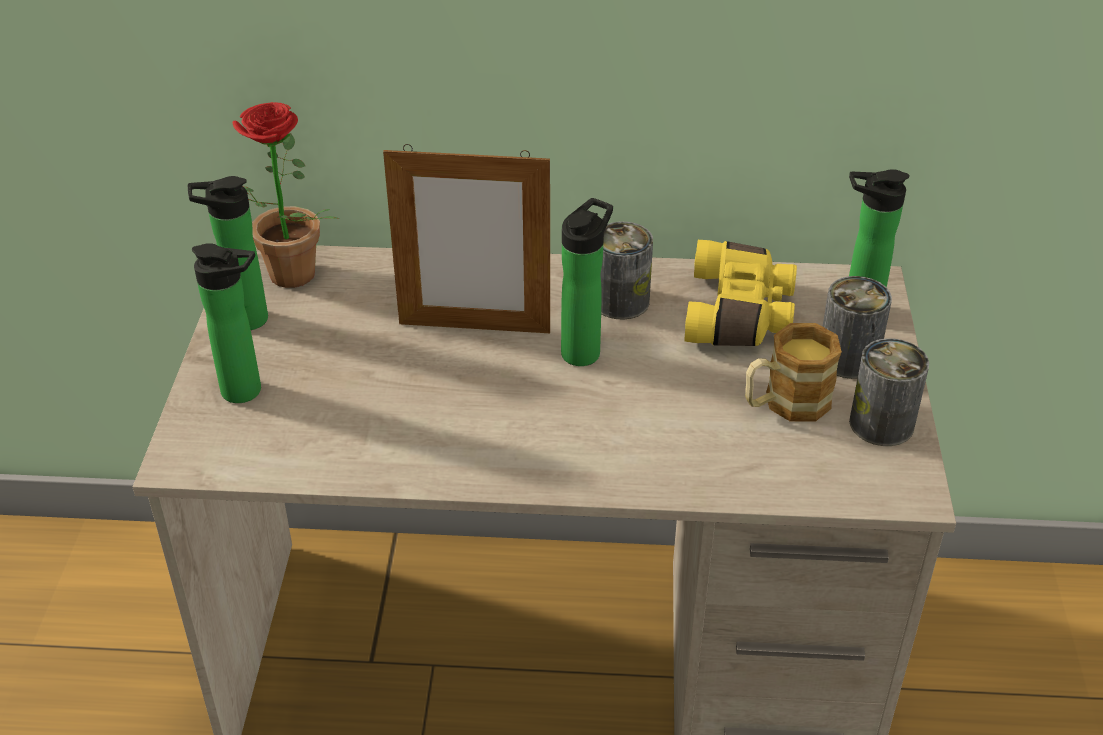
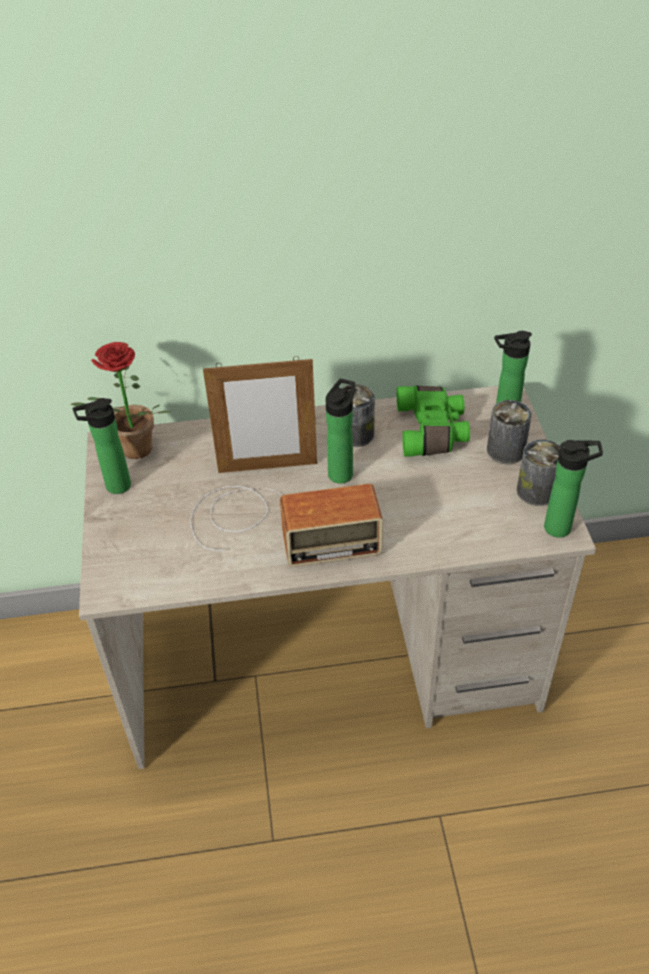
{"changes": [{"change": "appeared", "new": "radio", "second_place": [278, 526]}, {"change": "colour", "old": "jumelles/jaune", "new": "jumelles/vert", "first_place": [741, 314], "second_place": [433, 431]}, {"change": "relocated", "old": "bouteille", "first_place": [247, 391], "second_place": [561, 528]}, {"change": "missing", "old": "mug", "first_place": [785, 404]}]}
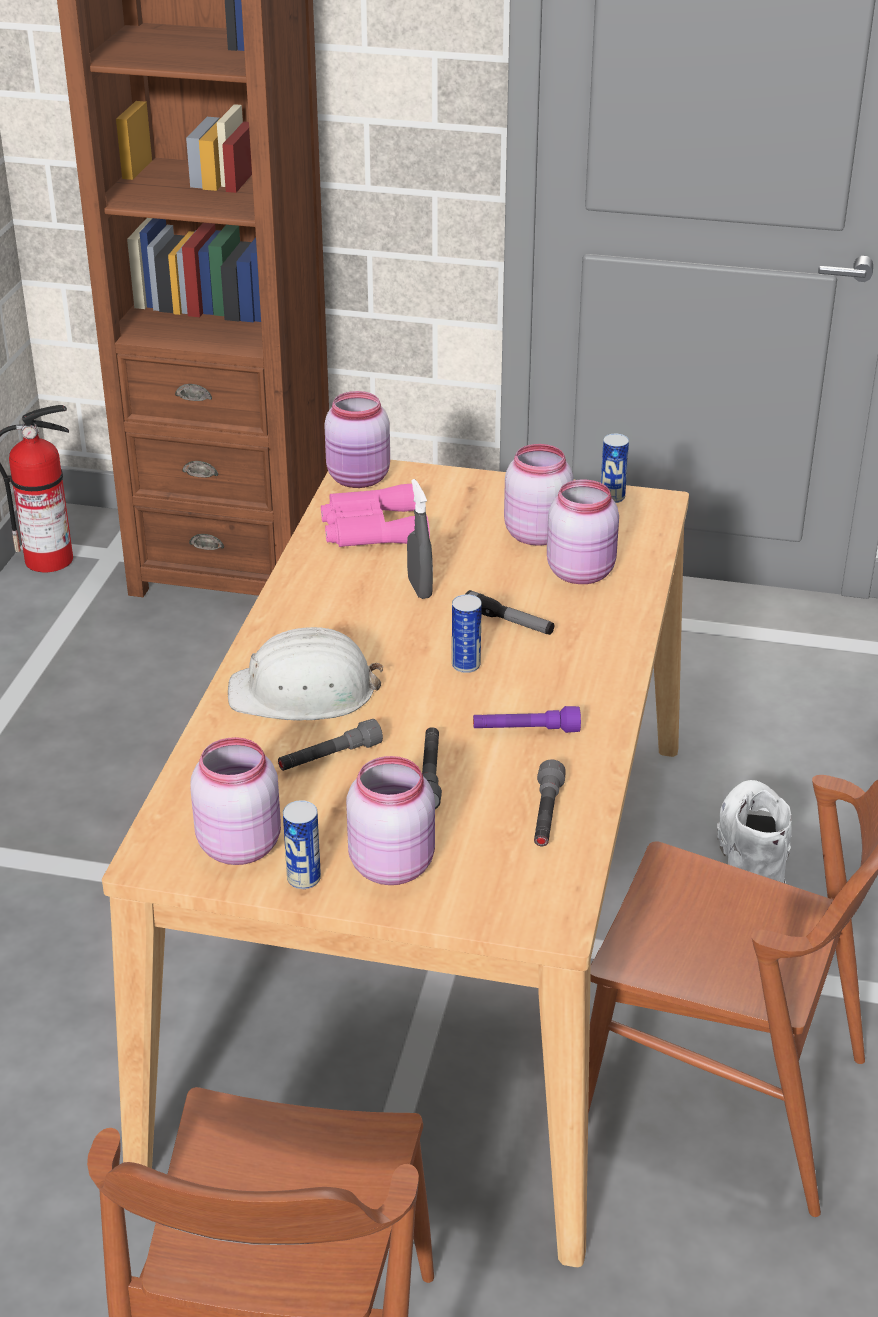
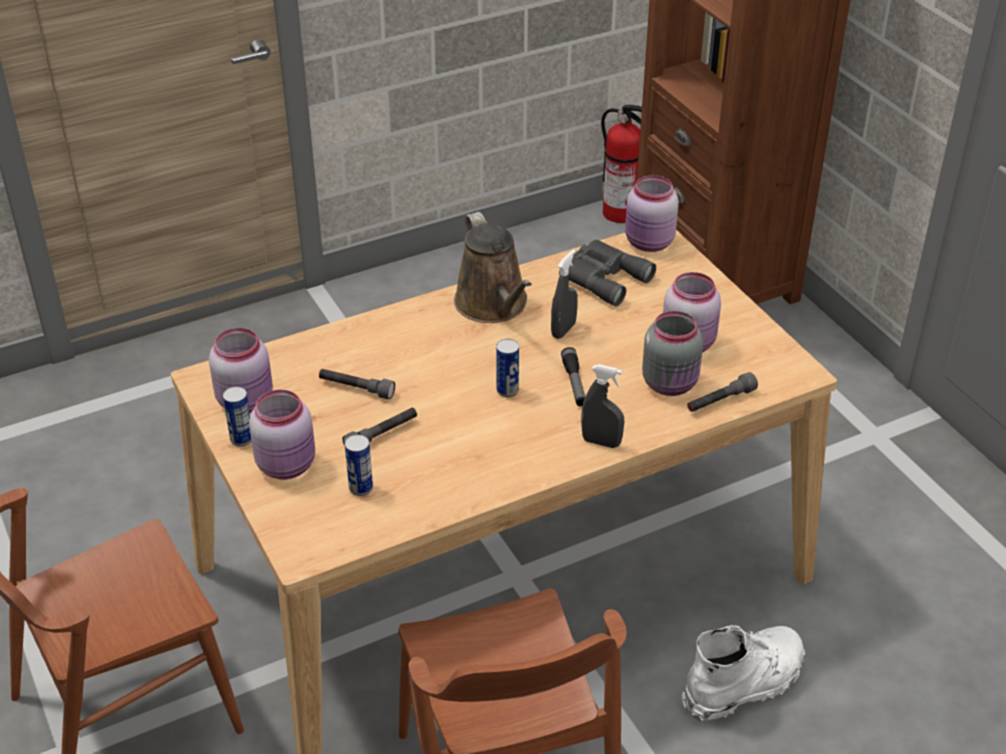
{"changes": [{"change": "relocated", "old": "boîte métallique", "first_place": [612, 497], "second_place": [361, 488]}, {"change": "appeared", "new": "arrosoir/marron", "second_place": [494, 305]}, {"change": "colour", "old": "jumelles/rose", "new": "jumelles/gris", "first_place": [371, 528], "second_place": [602, 277]}, {"change": "appeared", "new": "vaporisateur/gris", "second_place": [601, 442]}, {"change": "colour", "old": "bocal/rose", "new": "bocal/gris", "first_place": [582, 572], "second_place": [671, 384]}, {"change": "relocated", "old": "lampe de poche/gris", "first_place": [546, 815], "second_place": [720, 401]}, {"change": "missing", "old": "casque de chantier/blanc", "first_place": [304, 692]}, {"change": "missing", "old": "lampe de poche/violet", "first_place": [526, 731]}]}
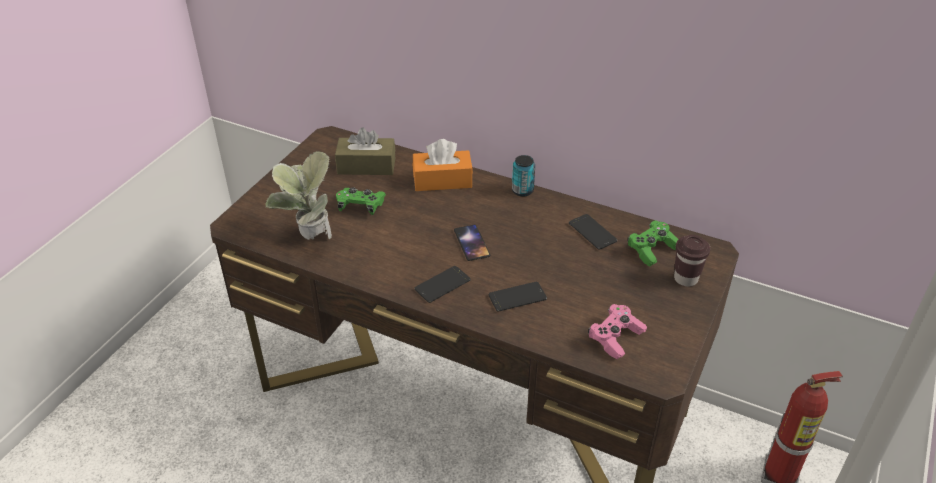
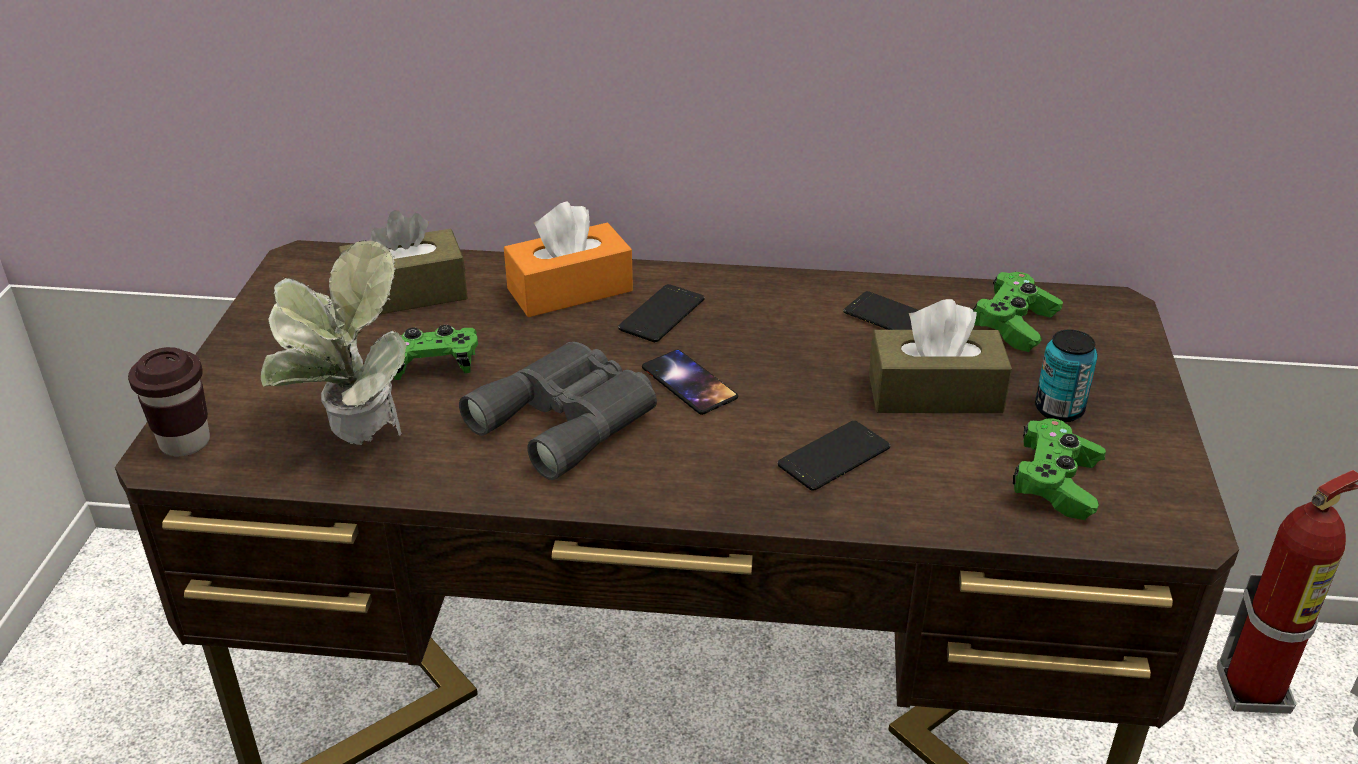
{"changes": [{"change": "relocated", "old": "tasse/marron", "first_place": [685, 279], "second_place": [185, 442]}, {"change": "appeared", "new": "jumelles/gris", "second_place": [570, 417]}, {"change": "relocated", "old": "téléphone", "first_place": [442, 285], "second_place": [662, 314]}, {"change": "appeared", "new": "boîte à mouchoirs/marron", "second_place": [934, 393]}, {"change": "colour", "old": "manette/rose", "new": "manette/vert", "first_place": [615, 337], "second_place": [1055, 483]}, {"change": "relocated", "old": "boîte métallique", "first_place": [522, 191], "second_place": [1059, 410]}]}
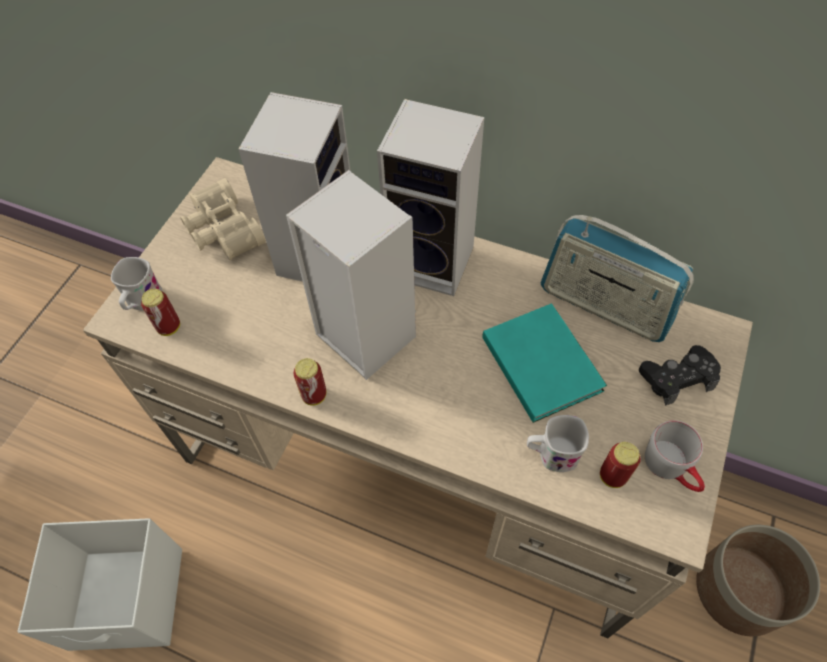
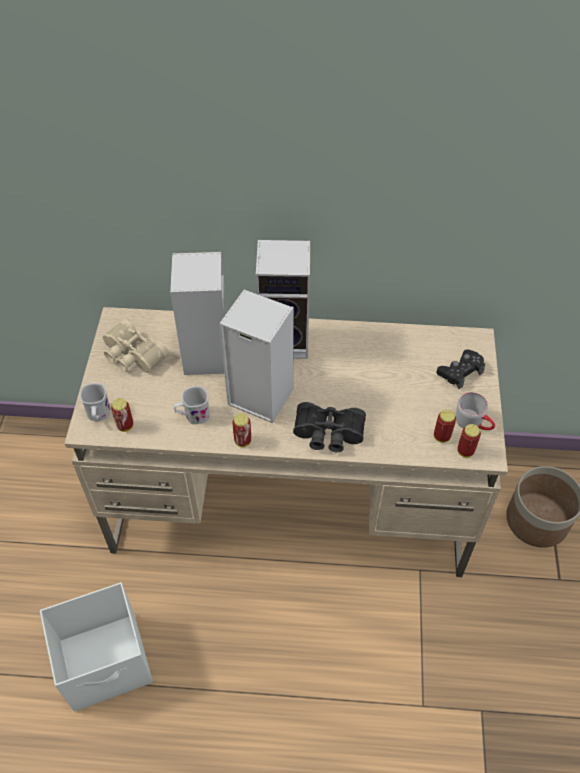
{"changes": [{"change": "relocated", "old": "mug/blanc", "first_place": [551, 454], "second_place": [193, 415]}, {"change": "appeared", "new": "jumelles/noir", "second_place": [328, 435]}, {"change": "appeared", "new": "boîte métallique", "second_place": [465, 451]}, {"change": "missing", "old": "livre/turquoise", "first_place": [541, 361]}, {"change": "missing", "old": "radio", "first_place": [604, 306]}]}
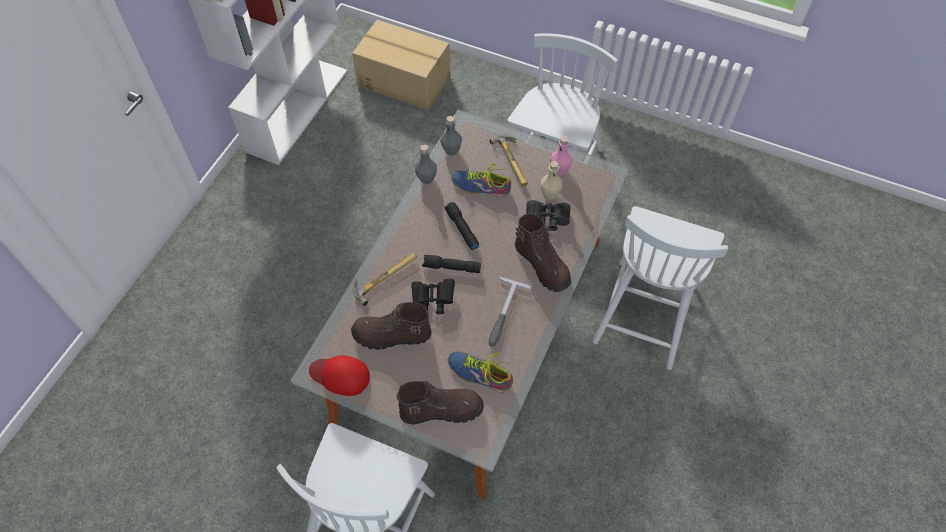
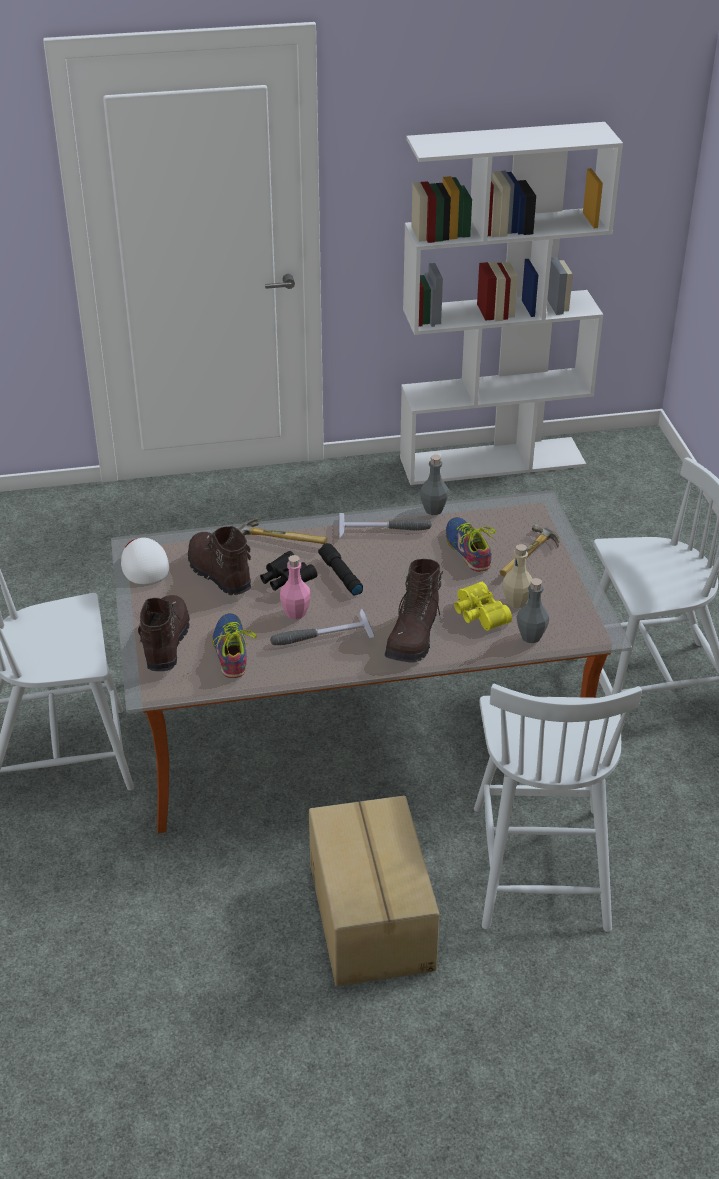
{"changes": [{"change": "colour", "old": "casquette/rouge", "new": "casquette/blanc", "first_place": [340, 375], "second_place": [144, 563]}, {"change": "spun", "old": "botte/marron", "first_place": [441, 409], "second_place": [165, 643], "degrees": -135}, {"change": "relocated", "old": "bouteille/rose", "first_place": [559, 170], "second_place": [295, 613]}, {"change": "relocated", "old": "carton", "first_place": [404, 80], "second_place": [373, 915]}, {"change": "appeared", "new": "marteau", "second_place": [384, 529]}, {"change": "colour", "old": "jumelles/noir", "new": "jumelles/jaune", "first_place": [547, 220], "second_place": [478, 615]}, {"change": "spun", "old": "chaise/blanc", "first_place": [645, 311], "second_place": [540, 863], "degrees": -75}, {"change": "relocated", "old": "bouteille/gris", "first_place": [451, 150], "second_place": [531, 637]}, {"change": "missing", "old": "lampe de poche/noir", "first_place": [461, 229]}]}
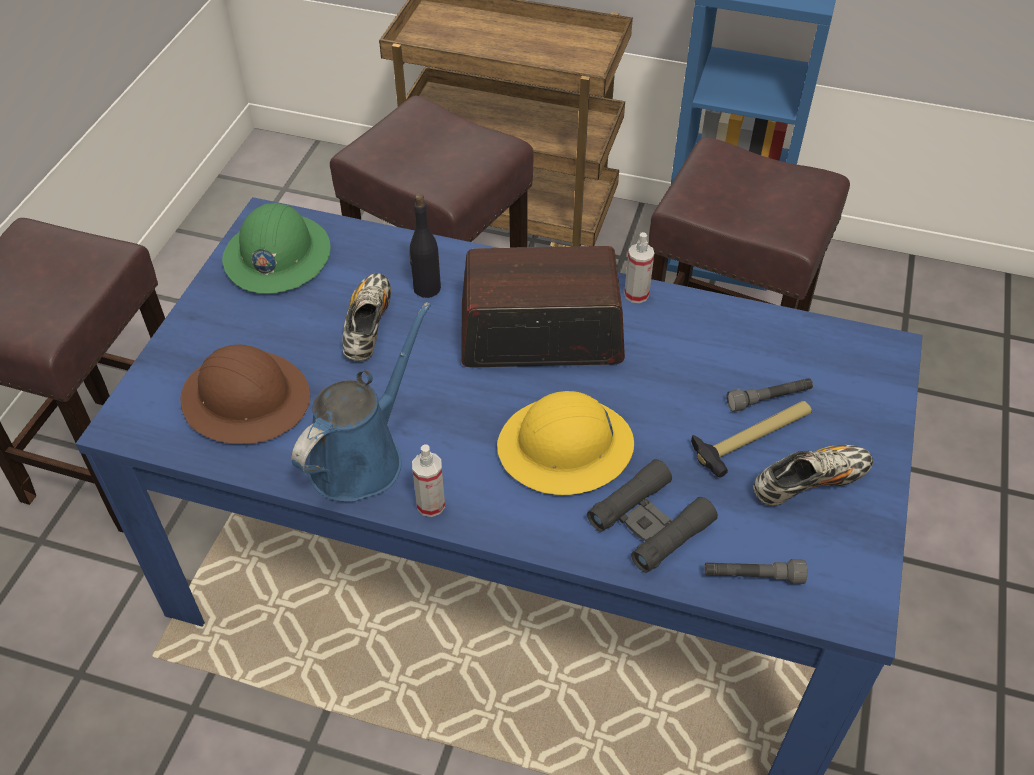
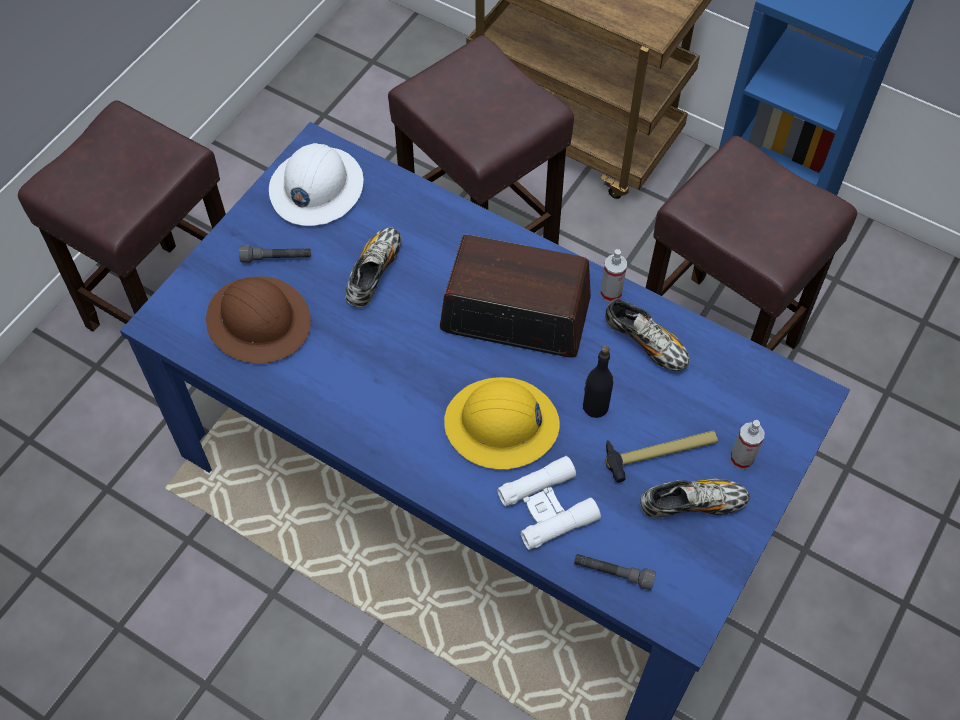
{"changes": [{"change": "relocated", "old": "lampe de poche/gris", "first_place": [769, 399], "second_place": [276, 258]}, {"change": "colour", "old": "casque de chantier/vert", "new": "casque de chantier/blanc", "first_place": [277, 256], "second_place": [316, 188]}, {"change": "colour", "old": "jumelles/noir", "new": "jumelles/blanc", "first_place": [650, 523], "second_place": [547, 507]}, {"change": "relocated", "old": "bouteille/noir", "first_place": [426, 288], "second_place": [595, 406]}, {"change": "appeared", "new": "chaussure", "second_place": [645, 343]}, {"change": "relocated", "old": "vaporisateur", "first_place": [431, 504], "second_place": [741, 458]}, {"change": "missing", "old": "arrosoir/bleu", "first_place": [362, 457]}]}
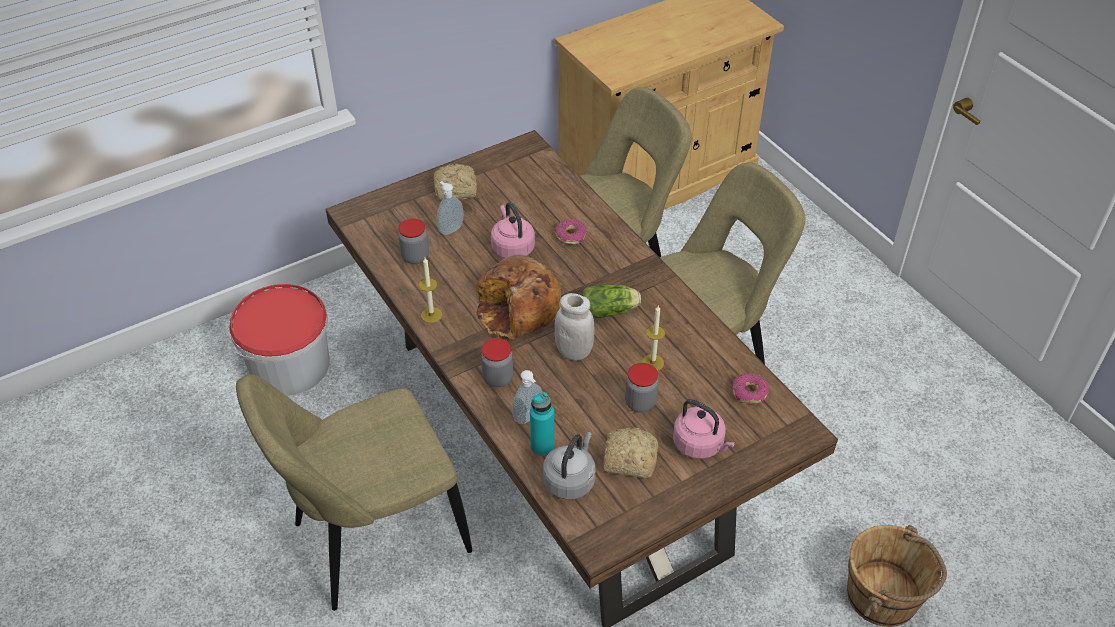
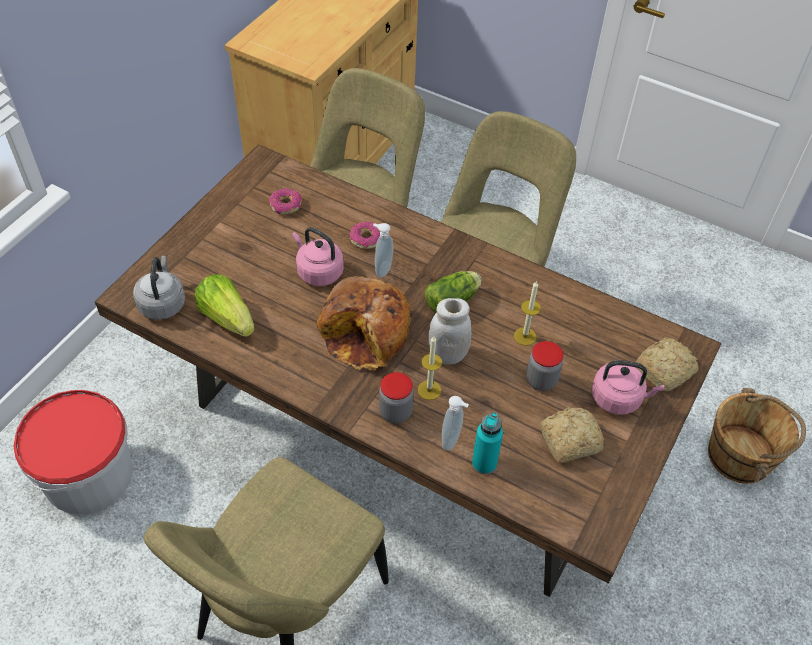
{"changes": [{"change": "relocated", "old": "bouilloire/gris", "first_place": [570, 480], "second_place": [162, 303]}, {"change": "exchanged", "old": "bocal", "new": "laitue", "first_place": [415, 257], "second_place": [227, 318]}, {"change": "relocated", "old": "beignet", "first_place": [749, 393], "second_place": [286, 205]}, {"change": "relocated", "old": "distributeur de savon", "first_place": [450, 229], "second_place": [382, 269]}, {"change": "relocated", "old": "bougie", "first_place": [431, 315], "second_place": [429, 390]}, {"change": "relocated", "old": "pain", "first_place": [457, 190], "second_place": [666, 370]}]}
